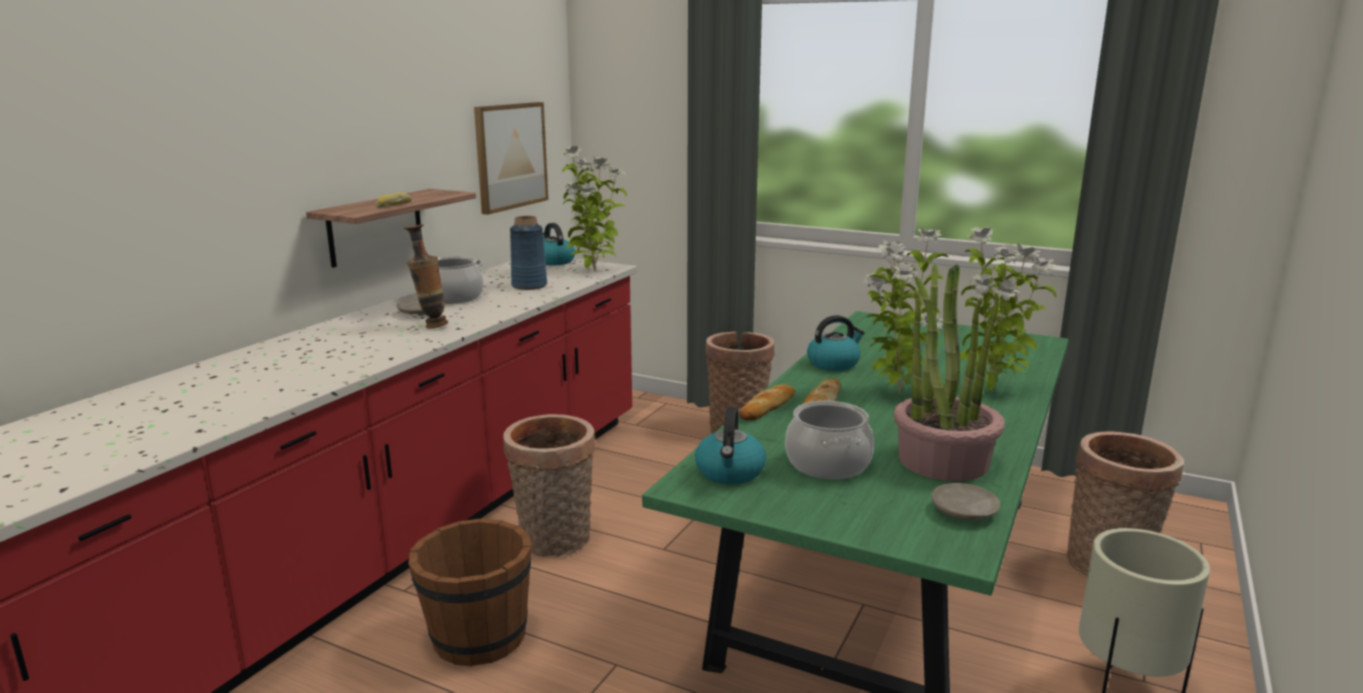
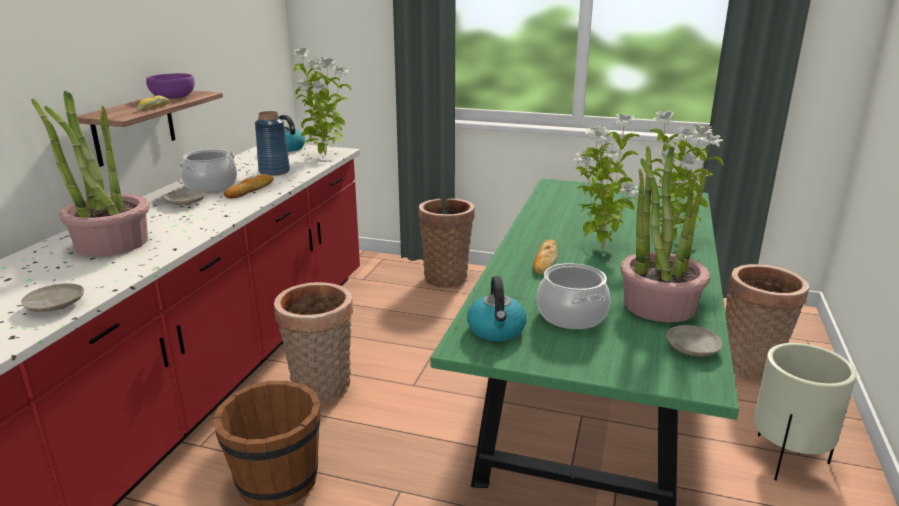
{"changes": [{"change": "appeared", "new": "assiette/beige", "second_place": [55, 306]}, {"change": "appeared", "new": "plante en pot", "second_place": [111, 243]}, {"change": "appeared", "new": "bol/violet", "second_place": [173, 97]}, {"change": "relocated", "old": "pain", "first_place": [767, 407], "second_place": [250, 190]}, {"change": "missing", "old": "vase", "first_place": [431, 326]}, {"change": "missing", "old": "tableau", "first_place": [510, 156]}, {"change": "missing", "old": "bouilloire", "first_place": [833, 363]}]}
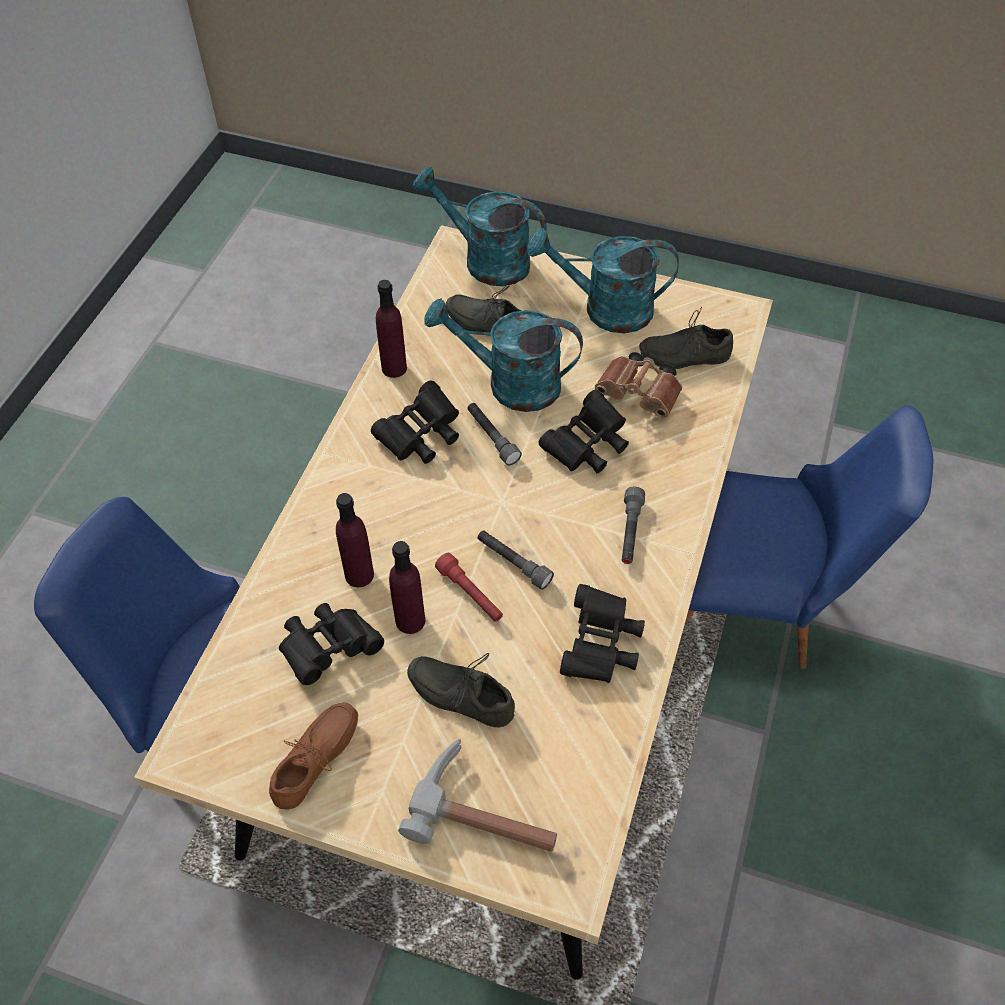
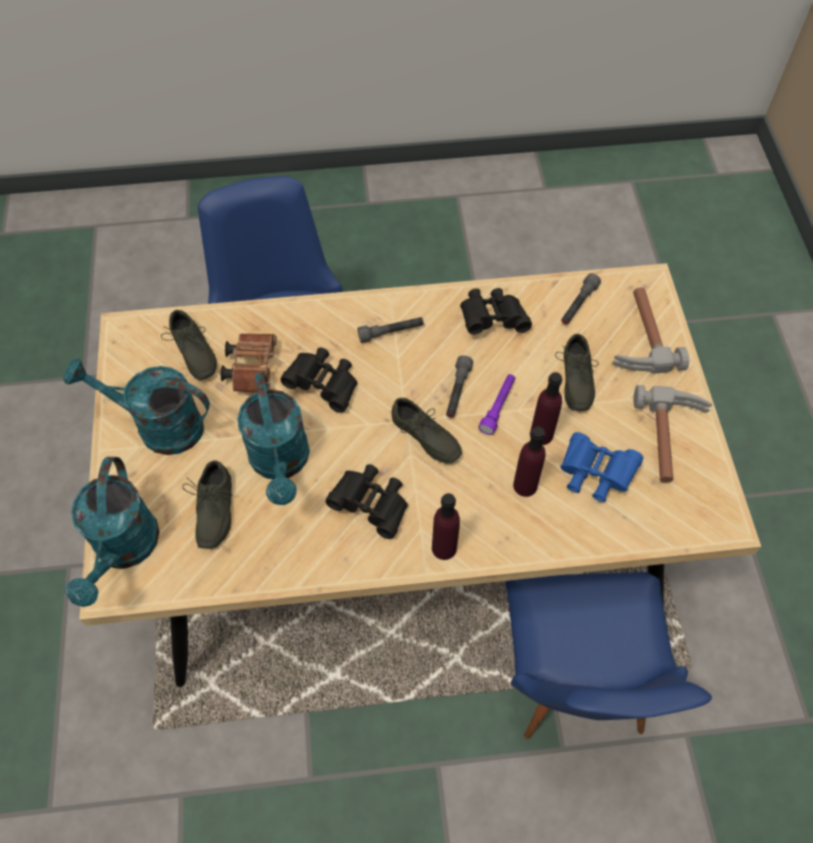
{"changes": [{"change": "spun", "old": "arrosoir/turquoise", "first_place": [605, 309], "second_place": [158, 426], "degrees": 120}, {"change": "appeared", "new": "chaussure/gris", "second_place": [424, 439]}, {"change": "relocated", "old": "bouteille/violet", "first_place": [394, 368], "second_place": [444, 548]}, {"change": "colour", "old": "lampe de poche/rouge", "new": "lampe de poche/violet", "first_place": [470, 594], "second_place": [498, 407]}, {"change": "colour", "old": "jumelles/noir", "new": "jumelles/bleu", "first_place": [329, 649], "second_place": [594, 474]}, {"change": "relocated", "old": "lampe de poche/gris", "first_place": [492, 438], "second_place": [578, 305]}, {"change": "exchanged", "old": "chaussure/marron", "new": "marteau", "first_place": [319, 761], "second_place": [672, 439]}]}
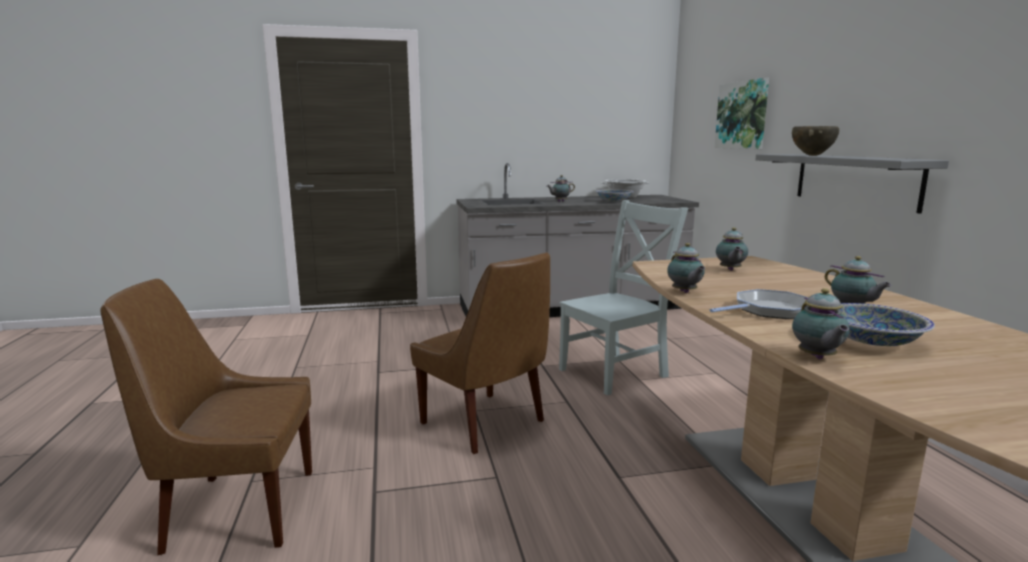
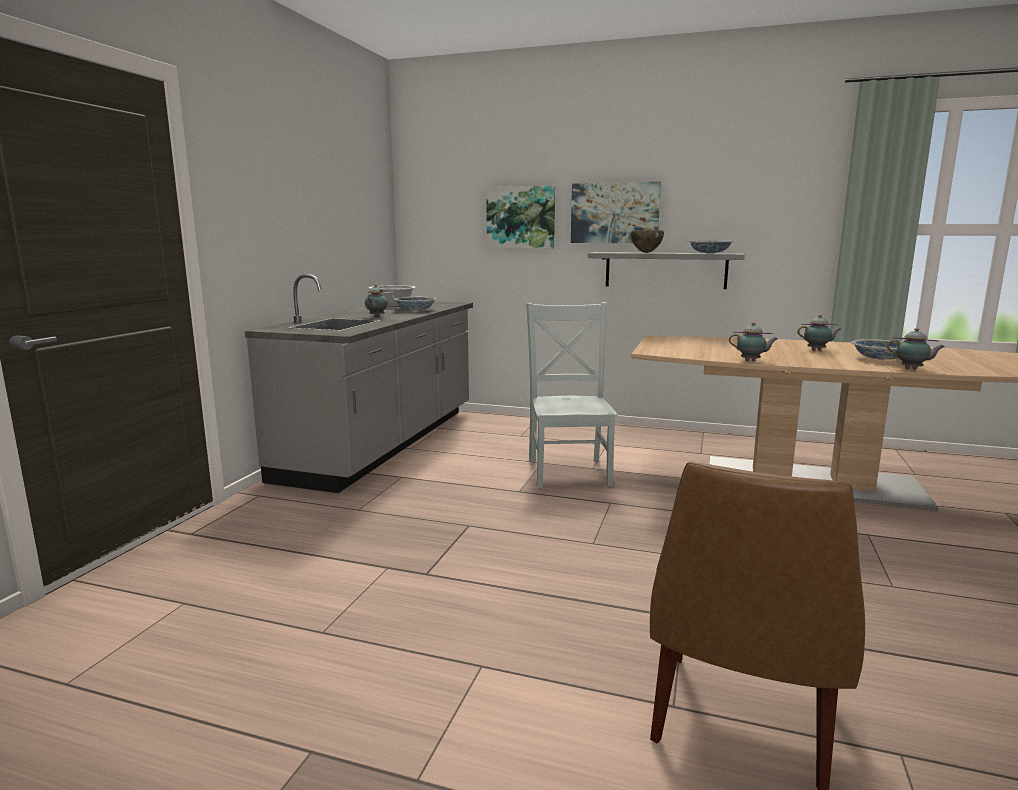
{"changes": [{"change": "appeared", "new": "tableau", "second_place": [615, 213]}, {"change": "appeared", "new": "bol", "second_place": [709, 253]}, {"change": "missing", "old": "chaise/marron", "first_place": [486, 424]}, {"change": "missing", "old": "poêle", "first_place": [769, 310]}, {"change": "missing", "old": "théière", "first_place": [730, 270]}]}
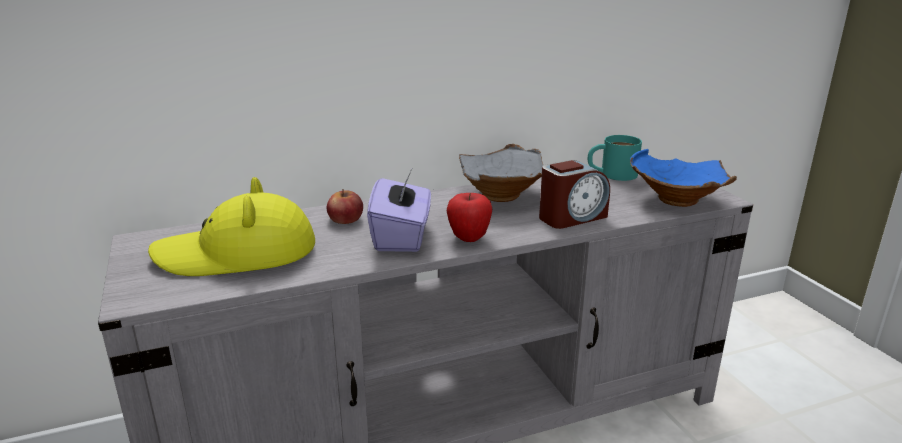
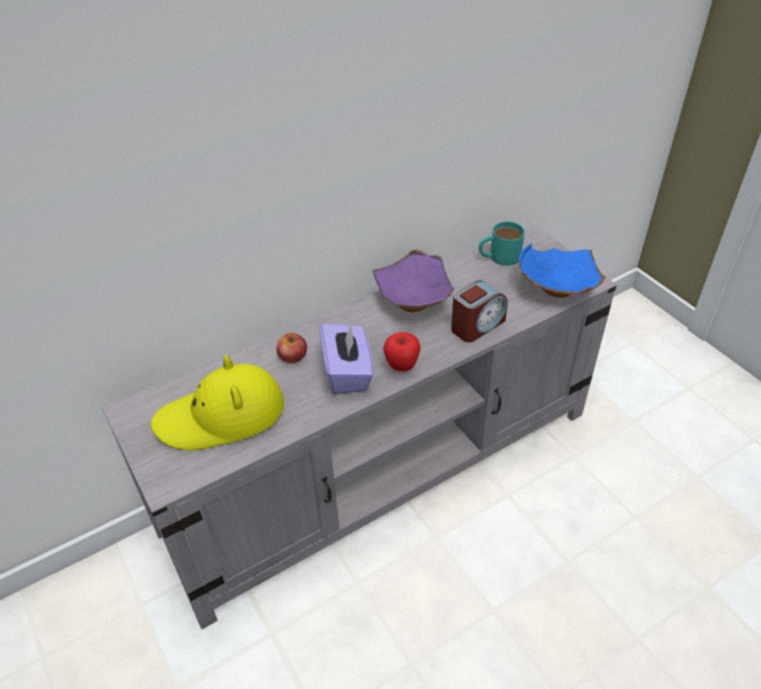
{"changes": [{"change": "colour", "old": "bol/gris", "new": "bol/violet", "first_place": [504, 195], "second_place": [415, 302]}]}
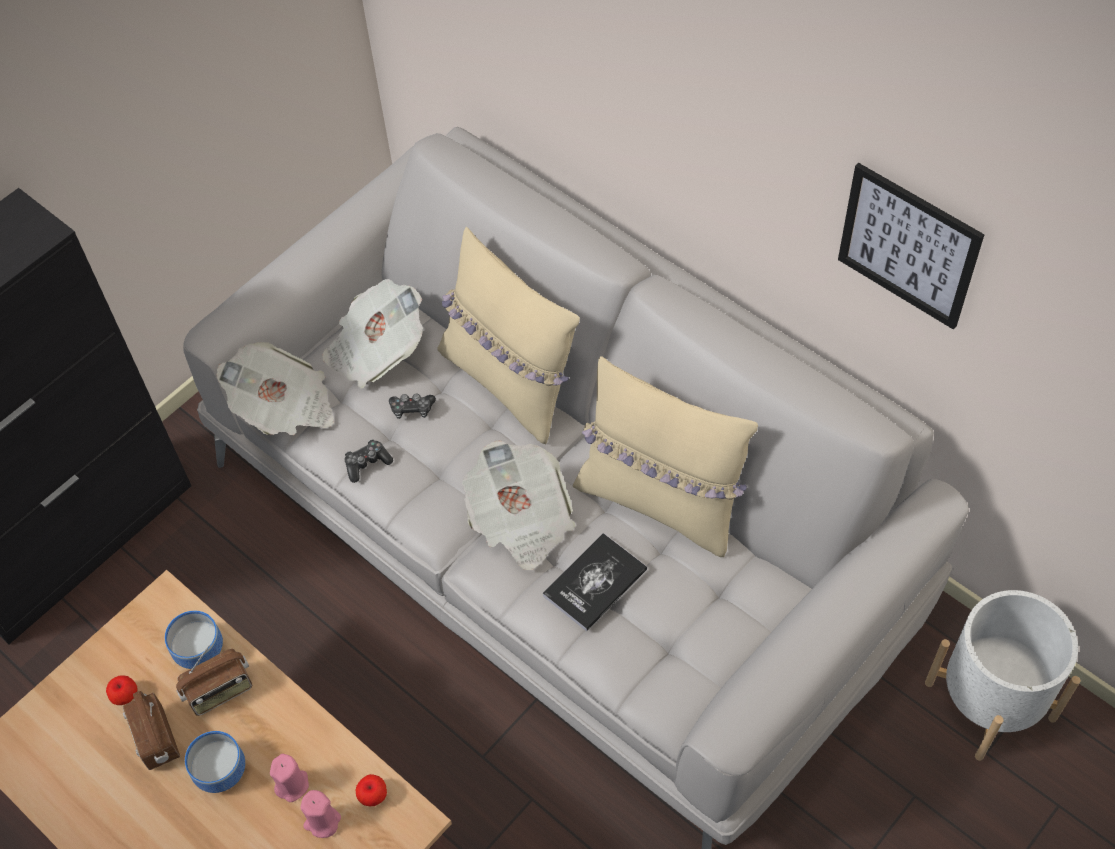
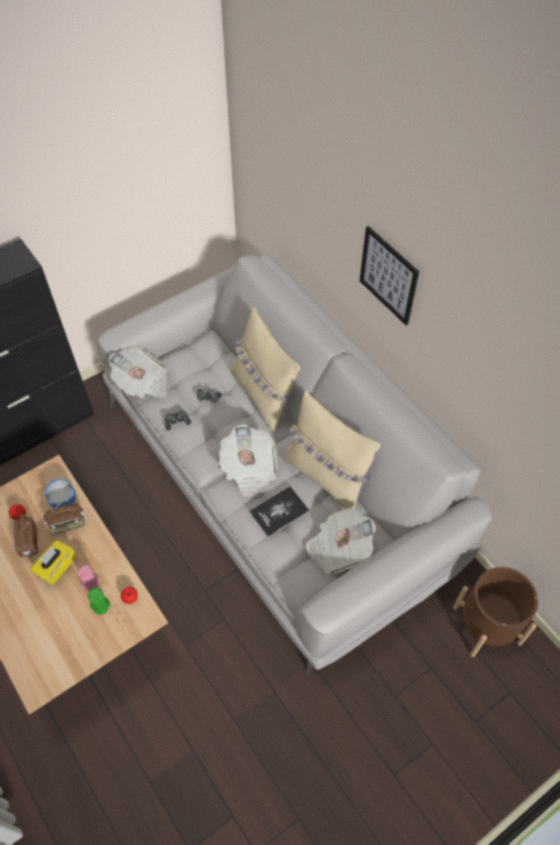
{"changes": [{"change": "exchanged", "old": "bol", "new": "boîte à mouchoirs/jaune", "first_place": [221, 773], "second_place": [56, 567]}, {"change": "colour", "old": "bougie/rose", "new": "bougie/vert", "first_place": [322, 821], "second_place": [100, 605]}, {"change": "relocated", "old": "journal", "first_place": [376, 350], "second_place": [338, 548]}, {"change": "relocated", "old": "tableau", "first_place": [908, 246], "second_place": [388, 275]}, {"change": "colour", "old": "cache-pot/blanc", "new": "cache-pot/marron", "first_place": [990, 700], "second_place": [486, 625]}]}
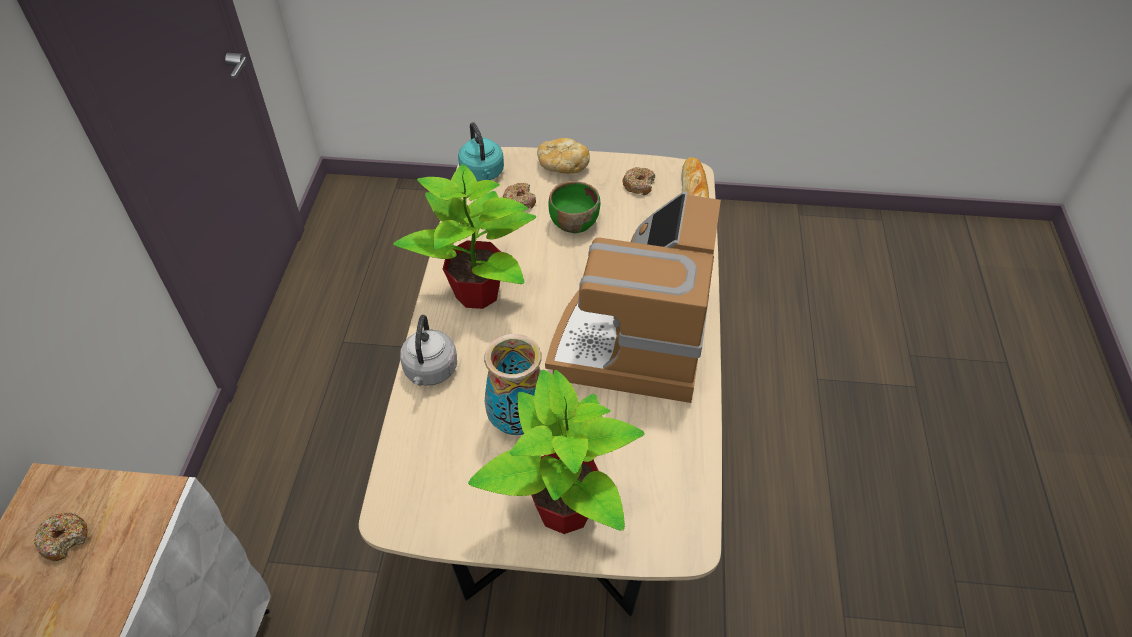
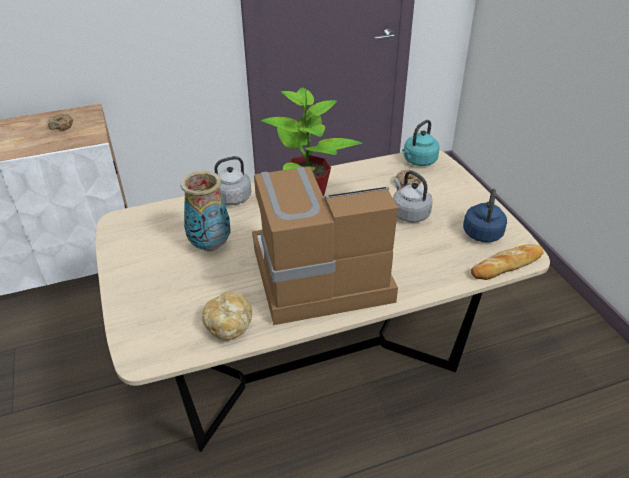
{"changes": [{"change": "relocated", "old": "pain", "first_place": [562, 166], "second_place": [229, 324]}, {"change": "exchanged", "old": "bol/vert", "new": "bouilloire/gris", "first_place": [573, 223], "second_place": [409, 213]}, {"change": "exchanged", "old": "beignet", "new": "bouilloire/bleu", "first_place": [639, 185], "second_place": [482, 232]}, {"change": "missing", "old": "plante en pot", "first_place": [563, 508]}]}
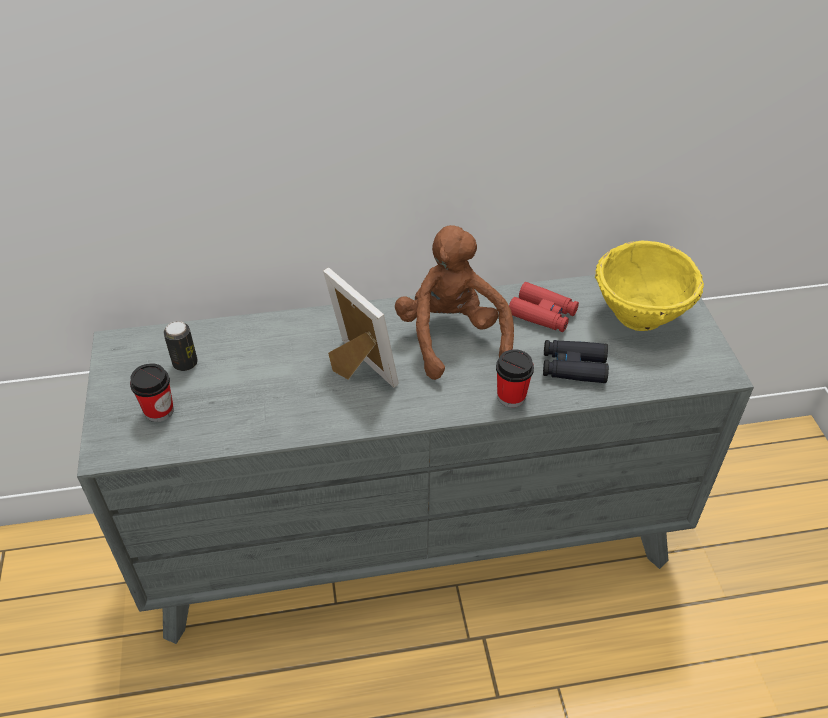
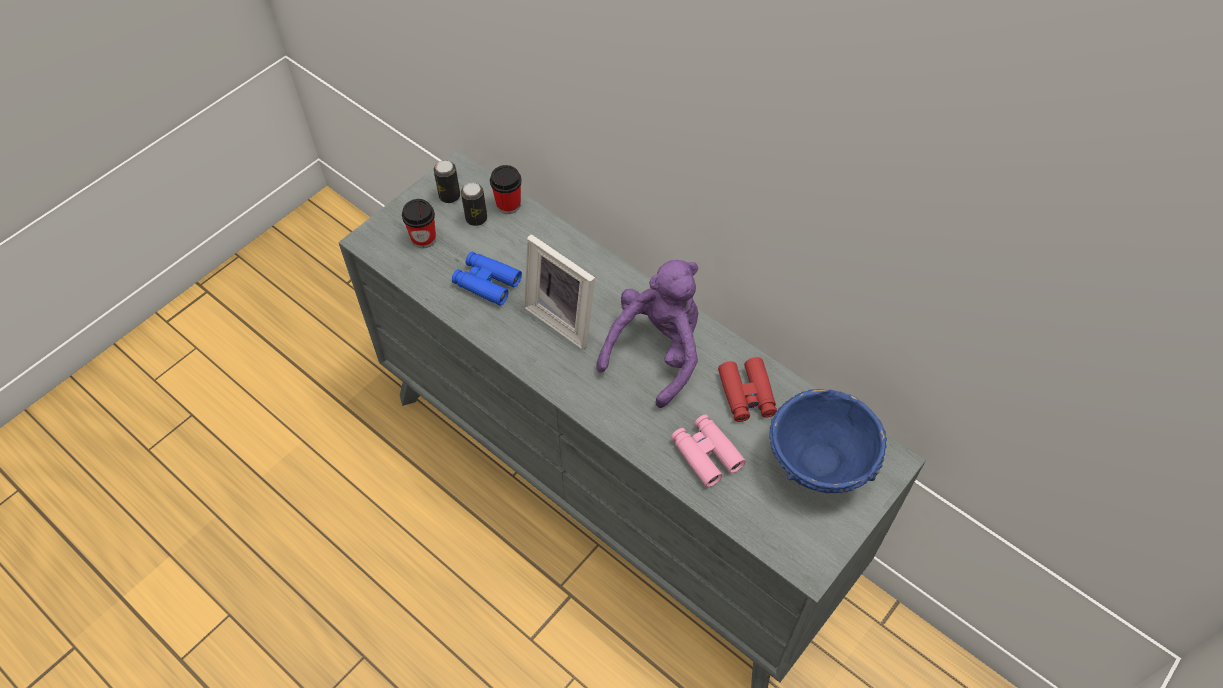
{"changes": [{"change": "appeared", "new": "boîte métallique", "second_place": [449, 196]}, {"change": "appeared", "new": "jumelles/bleu", "second_place": [487, 283]}, {"change": "relocated", "old": "tasse", "first_place": [511, 396], "second_place": [508, 205]}, {"change": "spun", "old": "cadre photo", "first_place": [357, 370], "second_place": [565, 317], "degrees": 120}, {"change": "colour", "old": "peluche/marron", "new": "peluche/violet", "first_place": [451, 337], "second_place": [657, 351]}, {"change": "colour", "old": "jumelles/noir", "new": "jumelles/rose", "first_place": [573, 367], "second_place": [706, 454]}, {"change": "colour", "old": "bol/jaune", "new": "bol/bleu", "first_place": [640, 316], "second_place": [818, 466]}]}
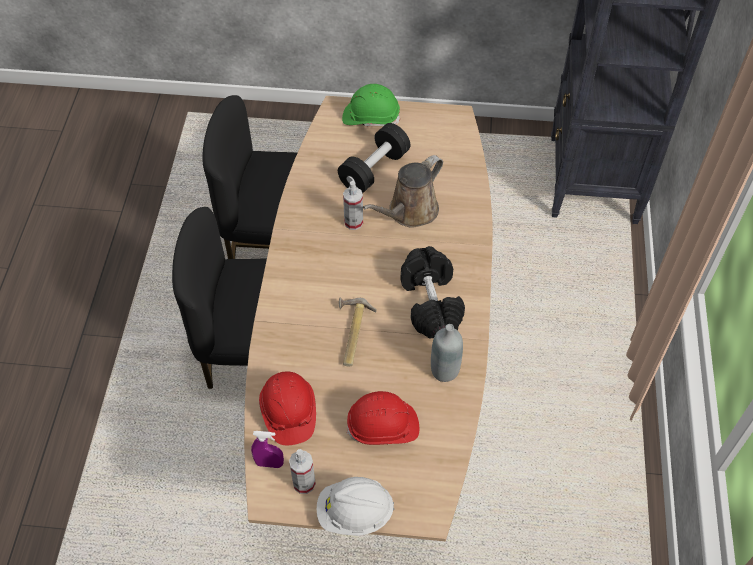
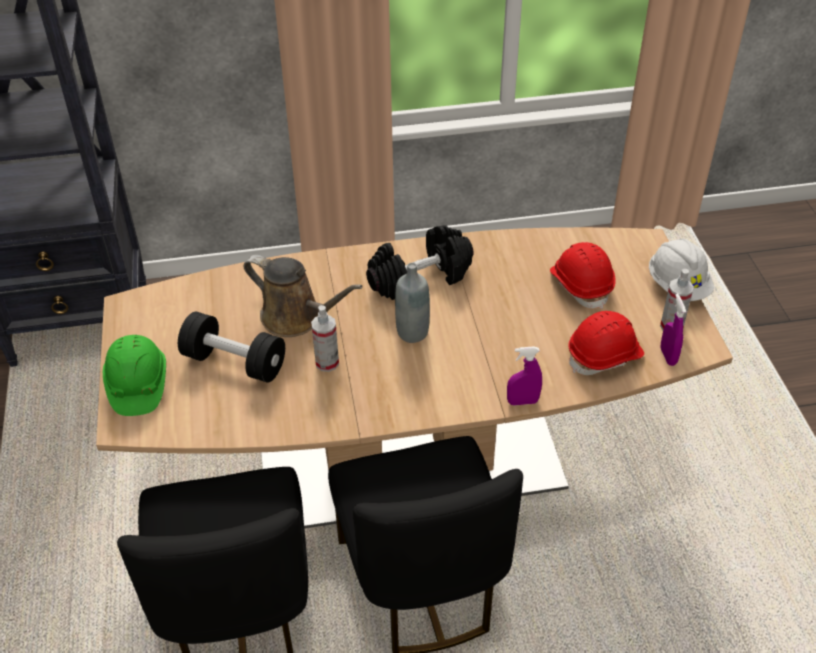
{"changes": [{"change": "relocated", "old": "bouteille/gris", "first_place": [444, 370], "second_place": [412, 333]}, {"change": "appeared", "new": "vaporisateur/violet", "second_place": [522, 402]}, {"change": "missing", "old": "marteau", "first_place": [351, 333]}]}
